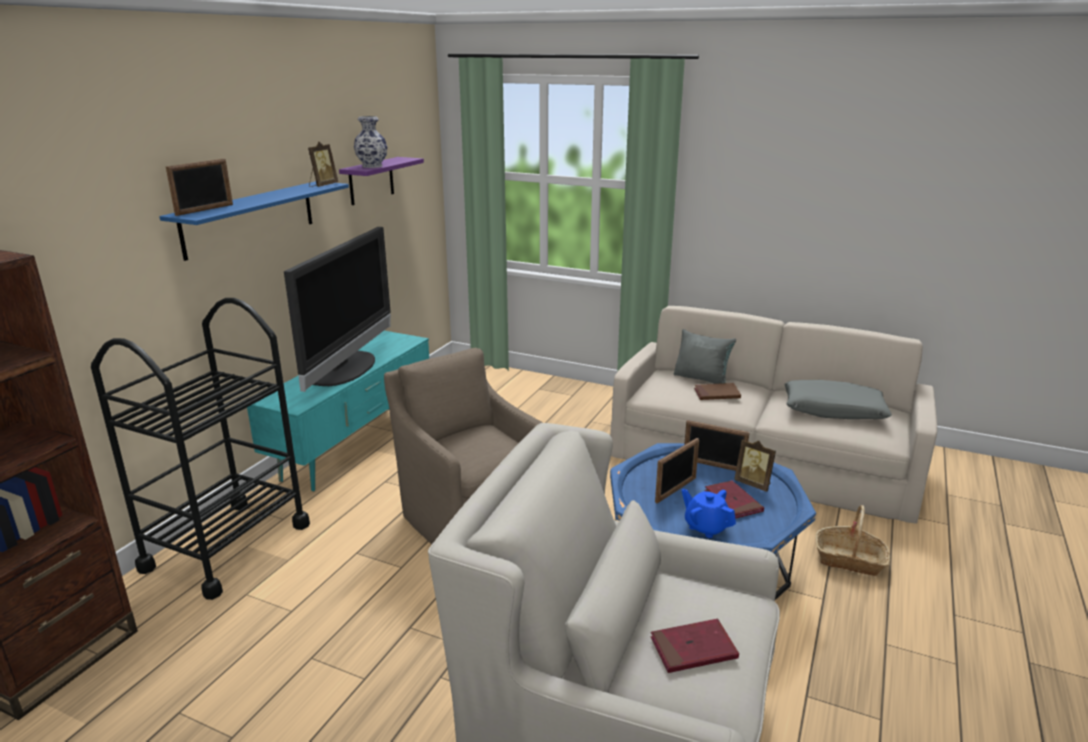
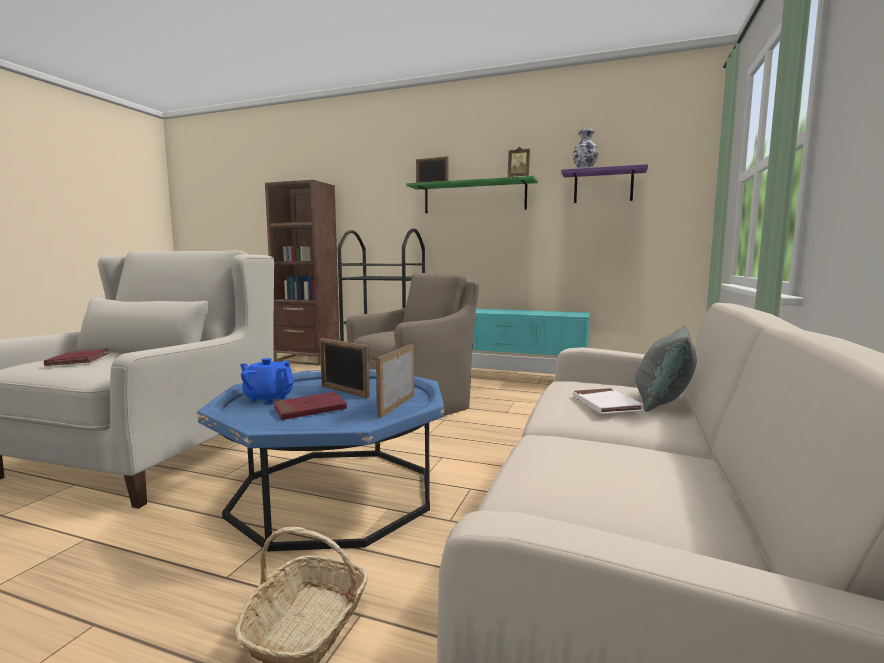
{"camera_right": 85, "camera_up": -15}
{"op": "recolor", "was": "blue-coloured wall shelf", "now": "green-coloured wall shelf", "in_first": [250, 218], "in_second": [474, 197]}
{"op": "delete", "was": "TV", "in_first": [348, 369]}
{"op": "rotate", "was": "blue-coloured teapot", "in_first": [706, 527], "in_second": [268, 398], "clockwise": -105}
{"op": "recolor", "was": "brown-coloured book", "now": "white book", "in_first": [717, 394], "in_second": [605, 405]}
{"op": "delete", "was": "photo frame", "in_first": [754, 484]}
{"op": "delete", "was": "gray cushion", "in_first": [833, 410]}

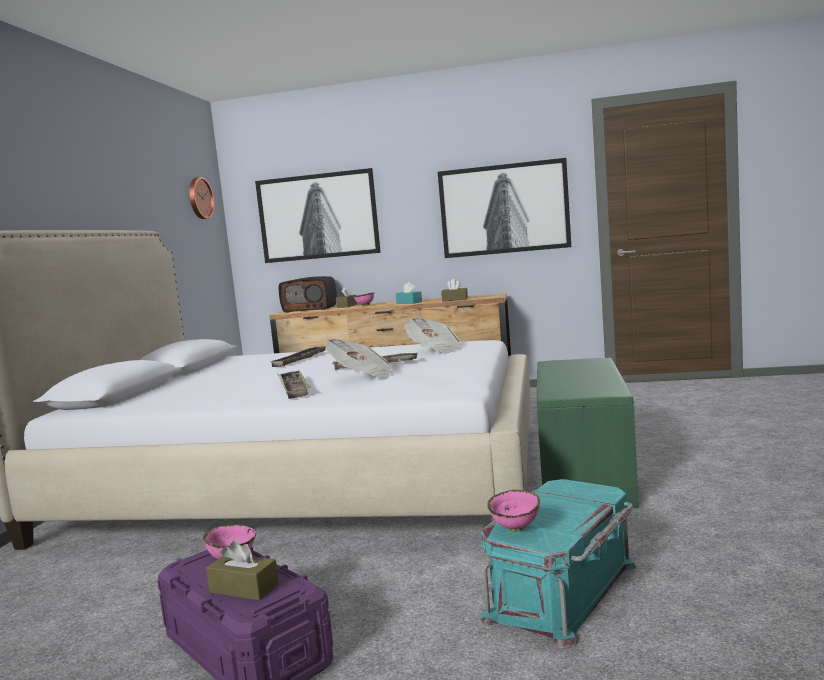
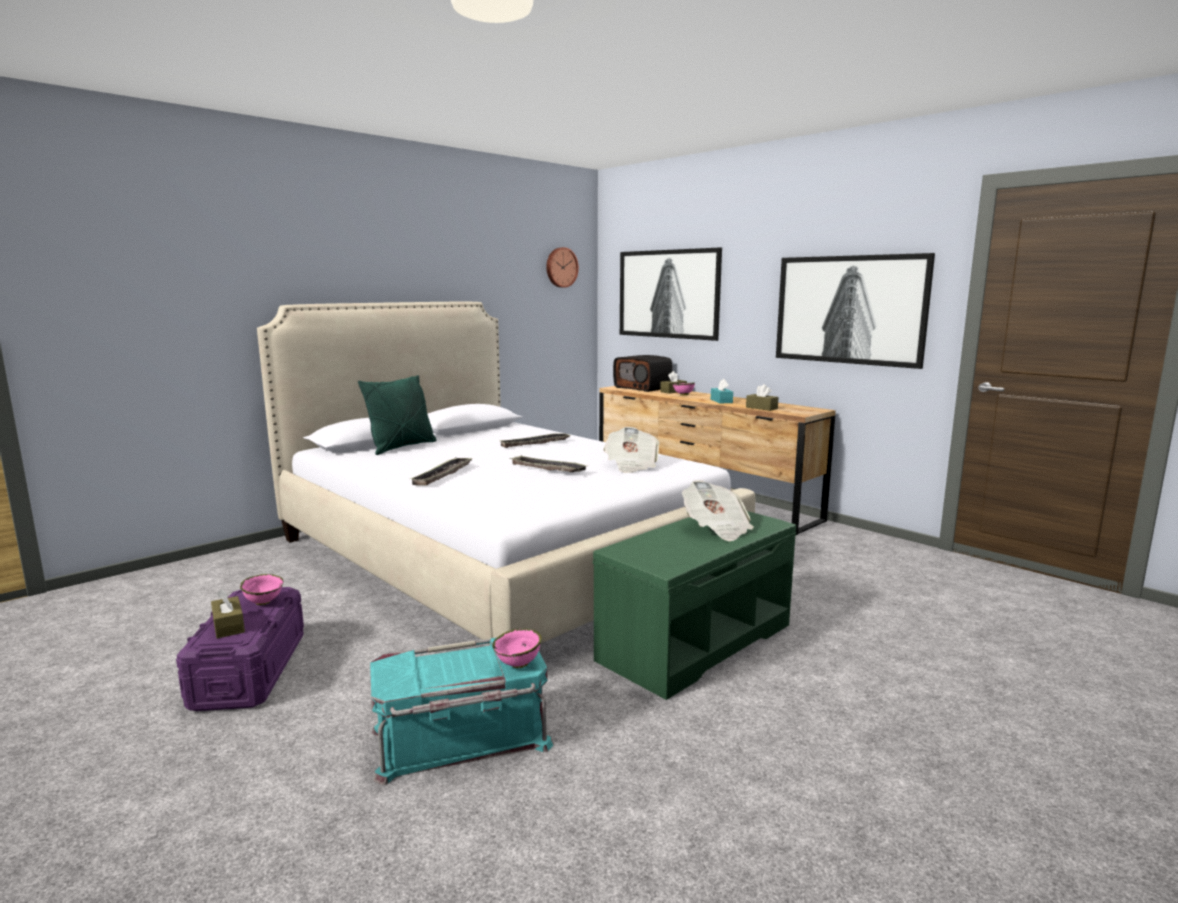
{"camera_right": 35, "camera_up": 5}
{"op": "move", "was": "printed paper", "in_first": [362, 376], "in_second": [716, 529]}
{"op": "move", "was": "pink-coloured serving bowl", "in_first": [516, 528], "in_second": [518, 665]}
{"op": "insert", "now": "green-coloured cushion", "in_second": [401, 447]}

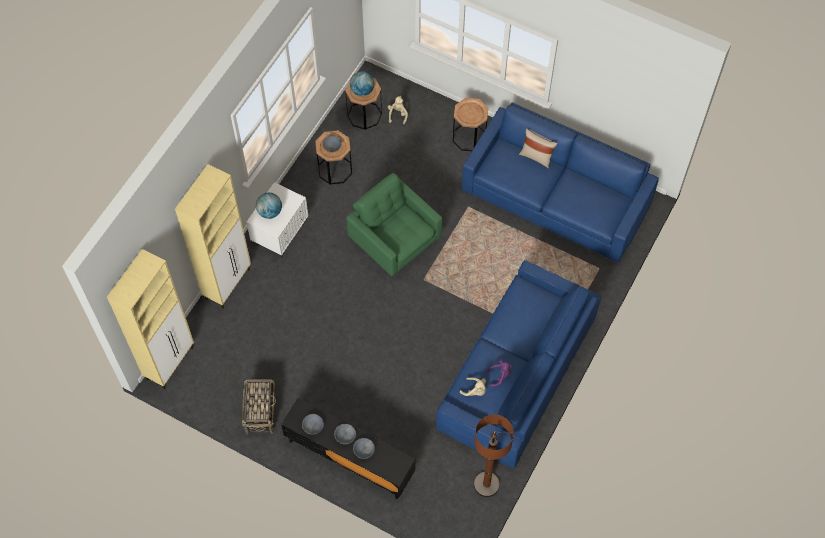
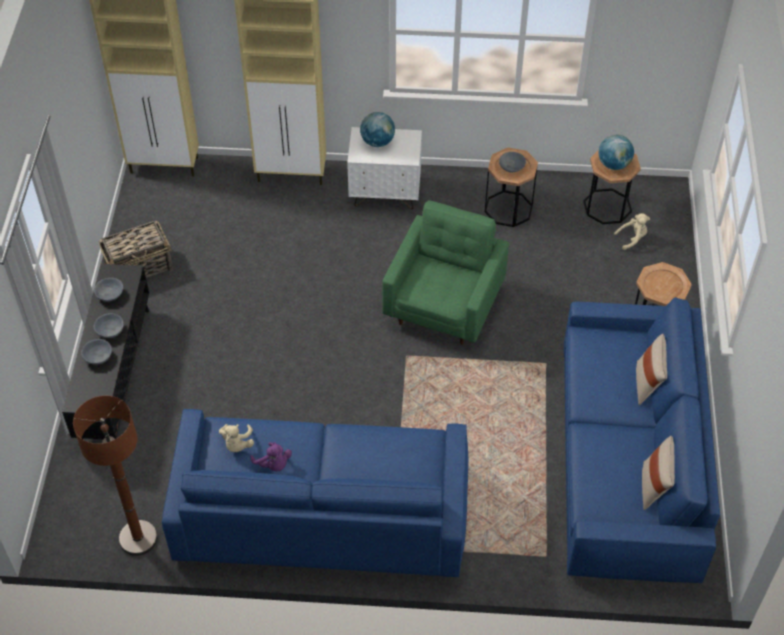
{"camera_right": 65, "camera_up": -10}
{"op": "insert", "now": "beige cushion", "in_second": [654, 487]}

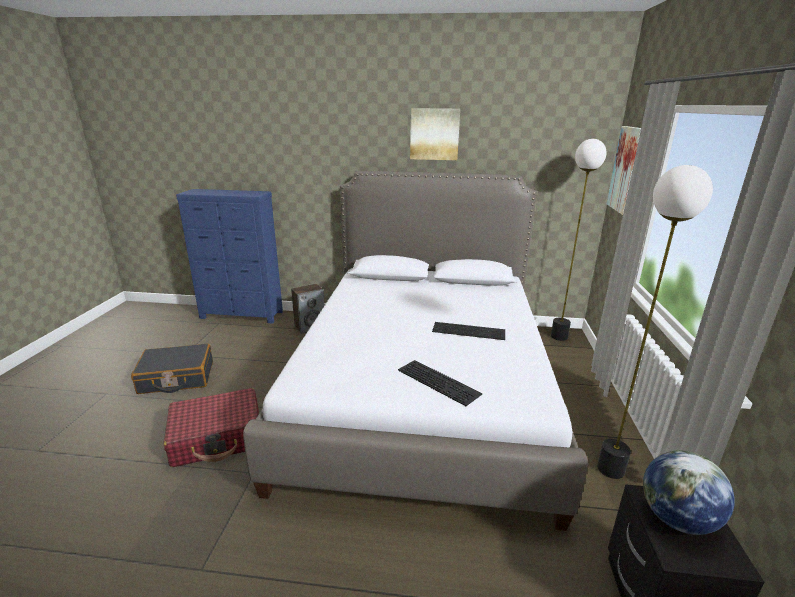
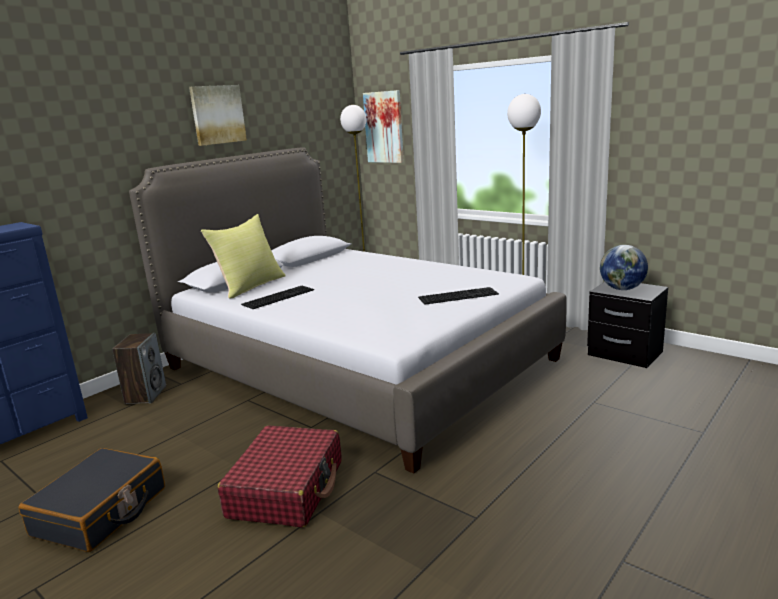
{"camera_right": -55, "camera_up": -5}
{"op": "move", "was": "keyboard", "in_first": [469, 330], "in_second": [278, 296]}
{"op": "insert", "now": "yellow-coloured cushion", "in_second": [250, 286]}

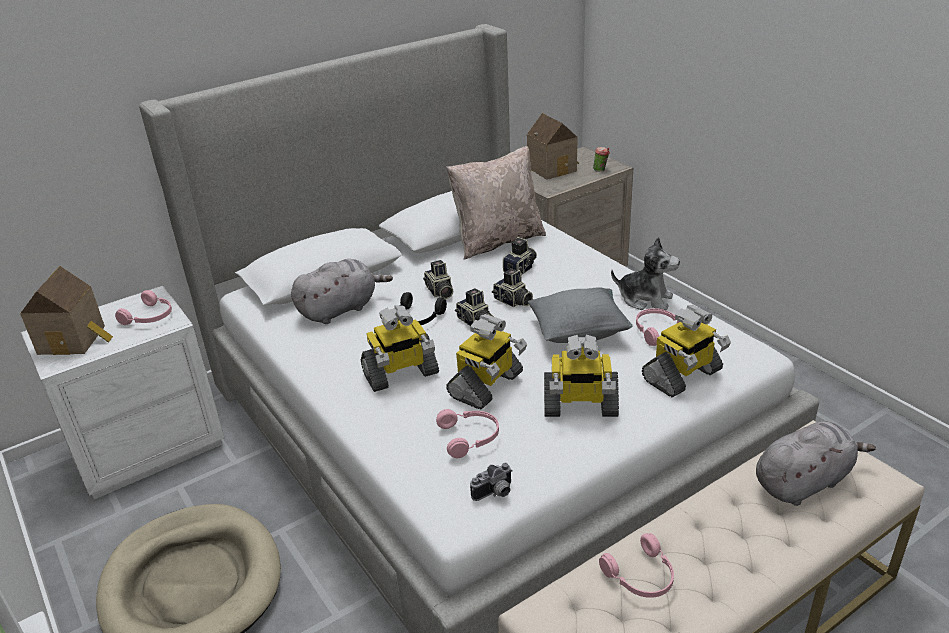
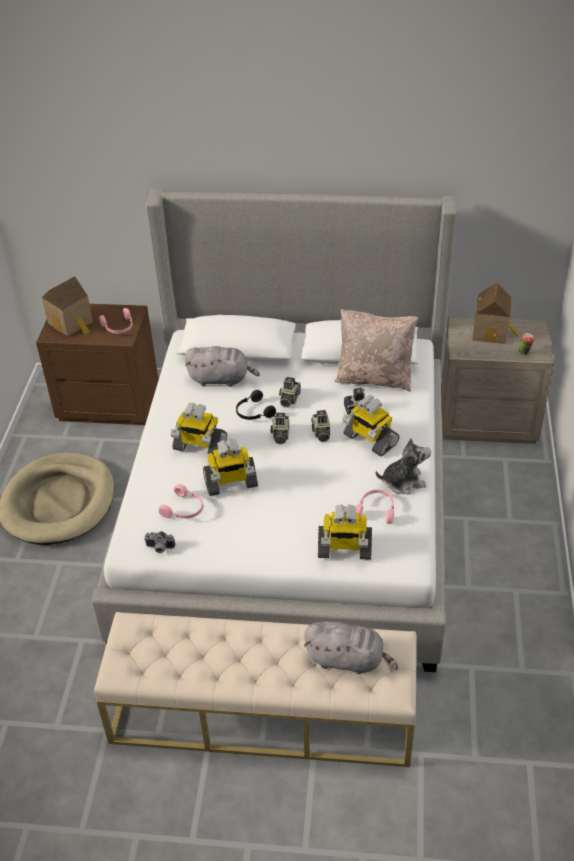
{"camera_right": 40, "camera_up": 10}
{"op": "recolor", "was": "white night table", "now": "brown-coloured night table", "in_first": [147, 447], "in_second": [109, 402]}
{"op": "delete", "was": "gray cushion", "in_first": [579, 333]}
{"op": "move", "was": "robot figure", "in_first": [579, 406], "in_second": [370, 439]}
{"op": "delete", "was": "pink-coloured headset", "in_first": [641, 577]}
{"op": "rotate", "was": "soft toy", "in_first": [645, 299], "in_second": [403, 482], "clockwise": -75}

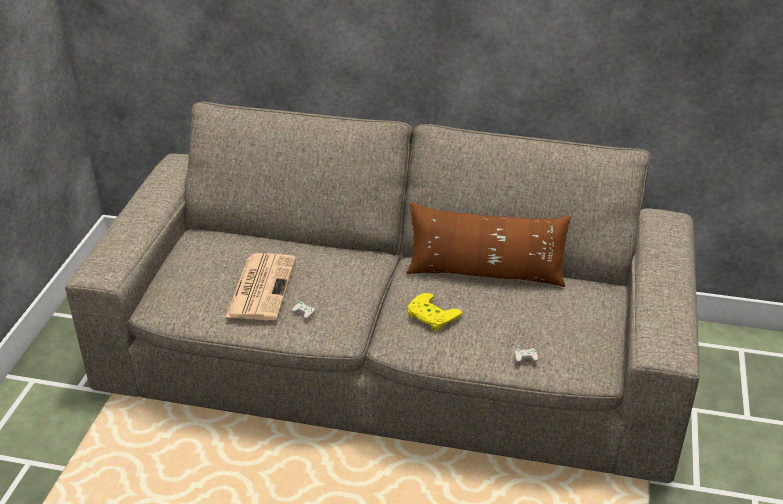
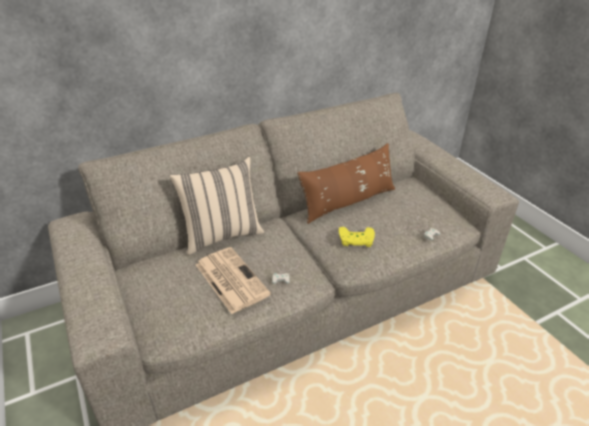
{"camera_right": -40, "camera_up": 0}
{"op": "insert", "now": "beige cushion", "in_second": [222, 235]}

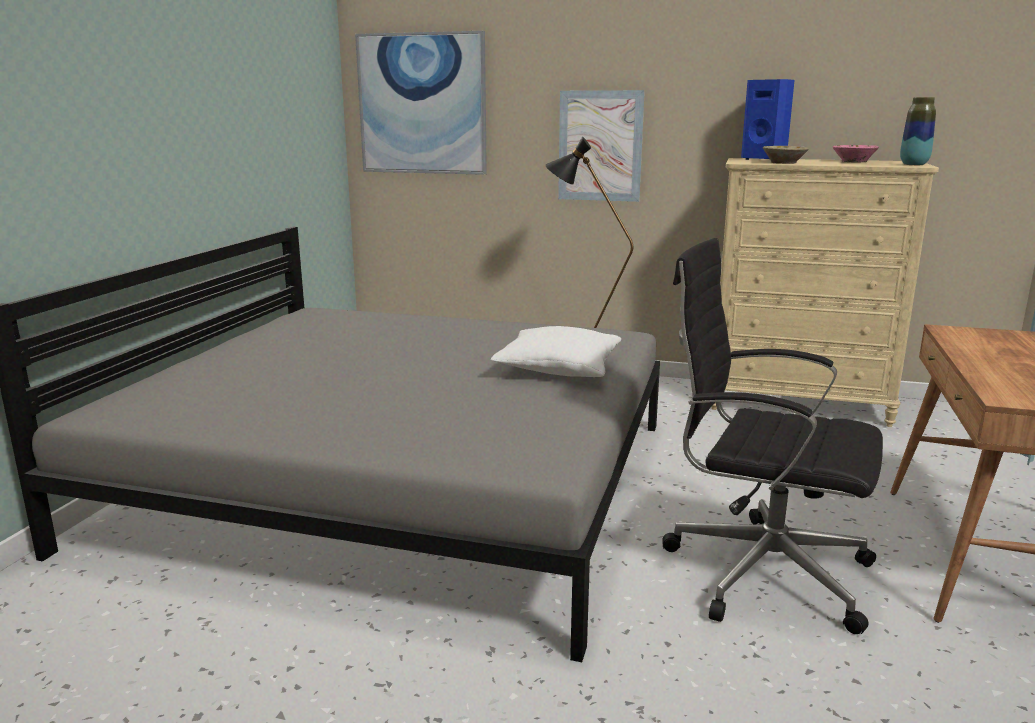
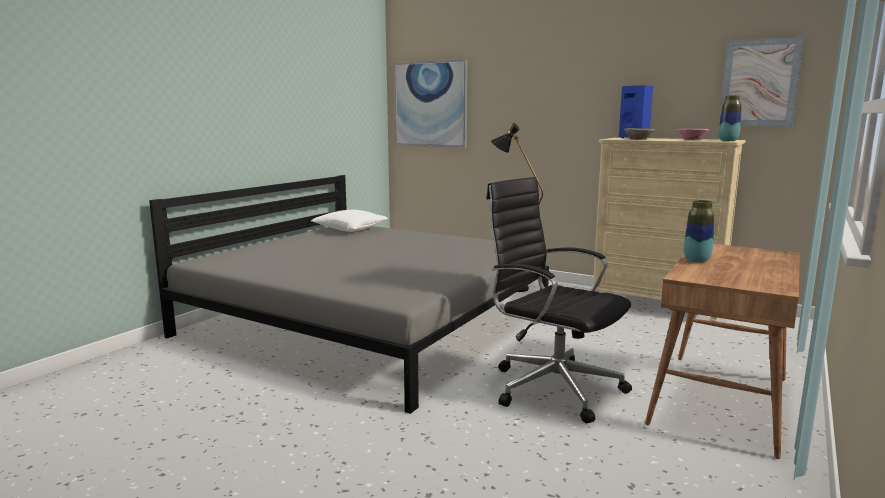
{"camera_right": 15, "camera_up": -5}
{"op": "move", "was": "white cushion", "in_first": [558, 369], "in_second": [350, 230]}
{"op": "move", "was": "wall picture", "in_first": [600, 146], "in_second": [759, 83]}
{"op": "insert", "now": "decorative vase", "in_second": [696, 260]}

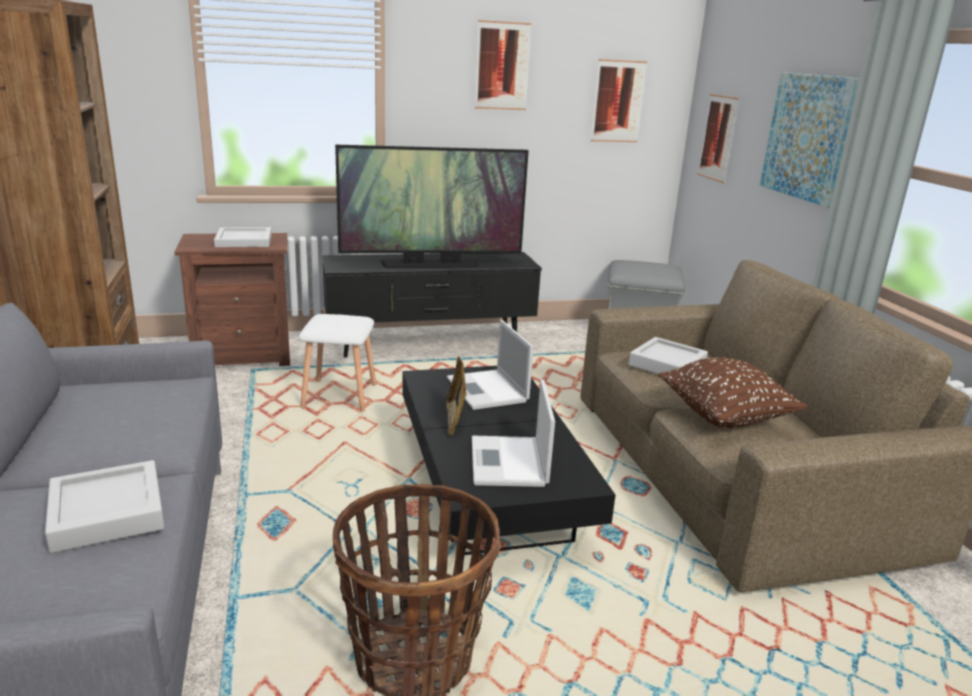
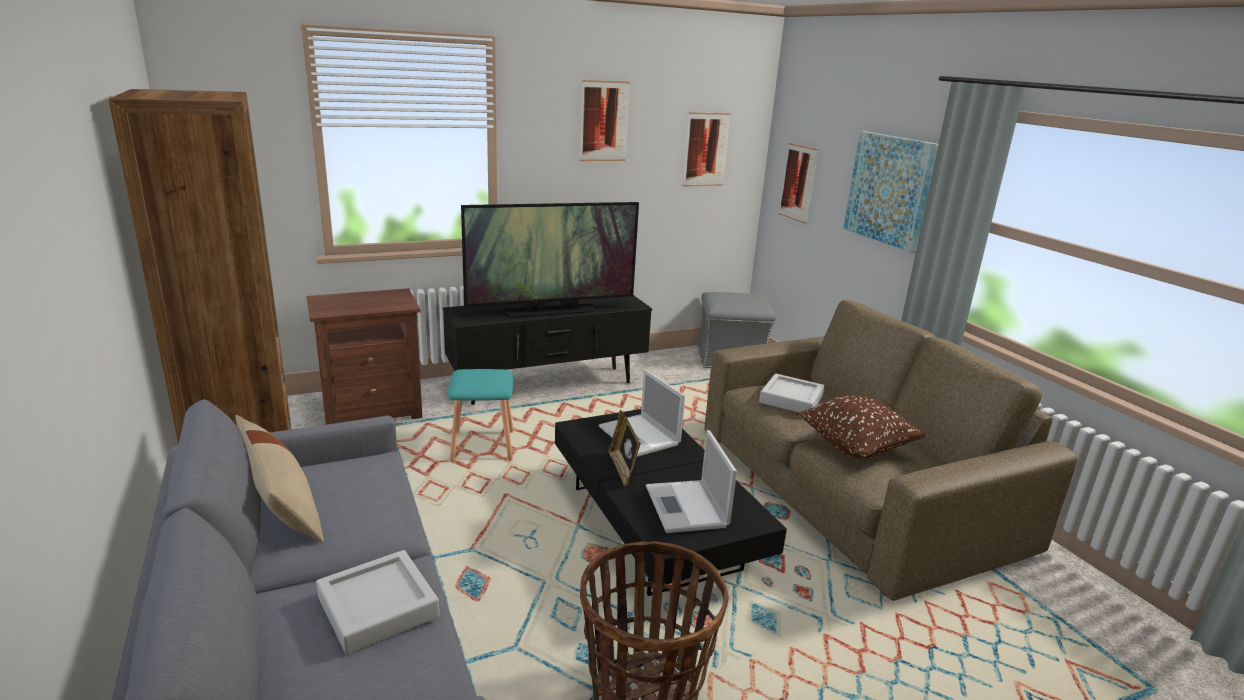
{"camera_right": -10, "camera_up": 0}
{"op": "delete", "was": "white carrying tray", "in_first": [243, 240]}
{"op": "recolor", "was": "white sitting stool", "now": "turquoise-coloured sitting stool", "in_first": [340, 397], "in_second": [483, 447]}
{"op": "insert", "now": "beige cushion", "in_second": [282, 504]}

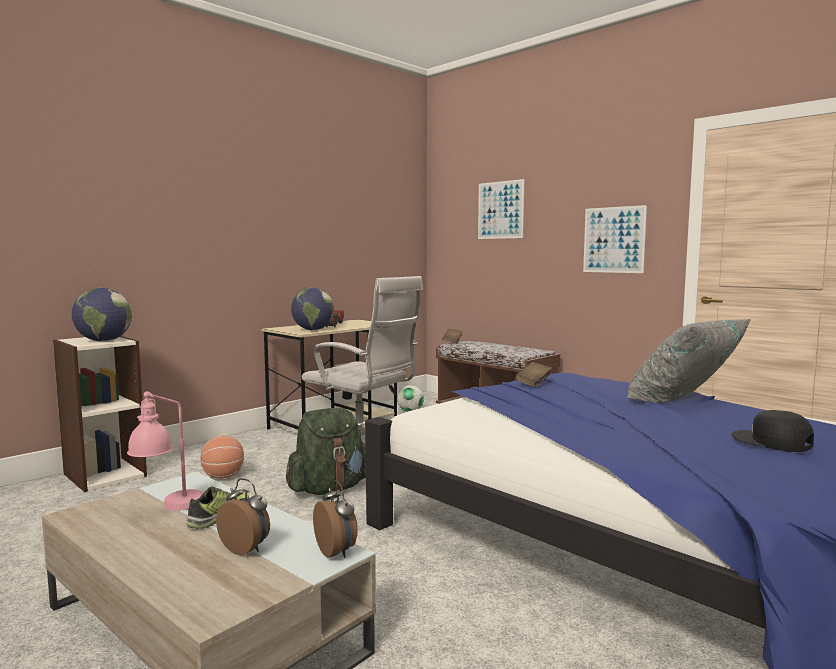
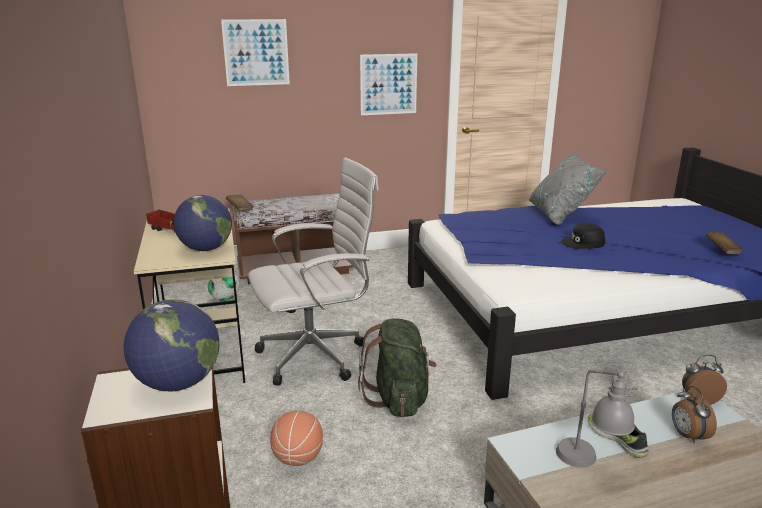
{"camera_right": -60, "camera_up": 15}
{"op": "recolor", "was": "pink-coloured tabletop lamp", "now": "gray tabletop lamp", "in_first": [170, 508], "in_second": [590, 464]}
{"op": "rotate", "was": "bedside clock", "in_first": [246, 549], "in_second": [687, 435], "clockwise": -75}
{"op": "move", "was": "brown-coloured book", "in_first": [533, 383], "in_second": [722, 250]}
{"op": "move", "was": "black peaked cap", "in_first": [771, 441], "in_second": [583, 243]}

